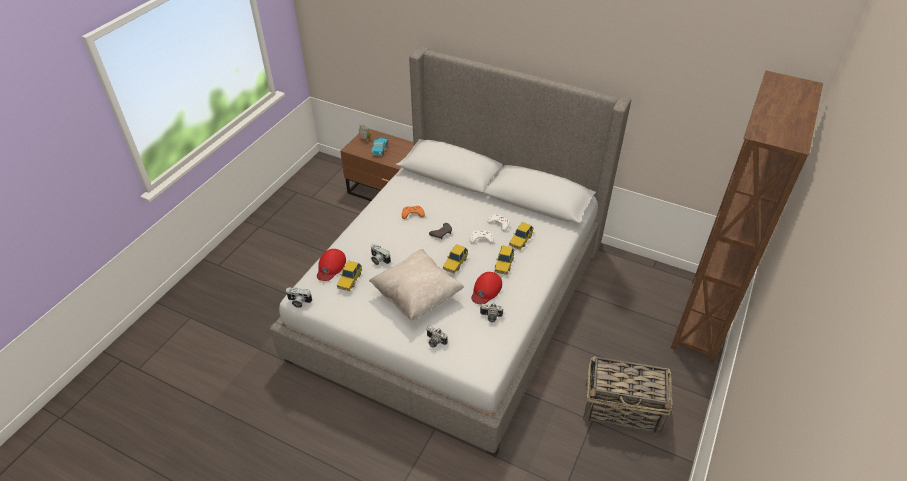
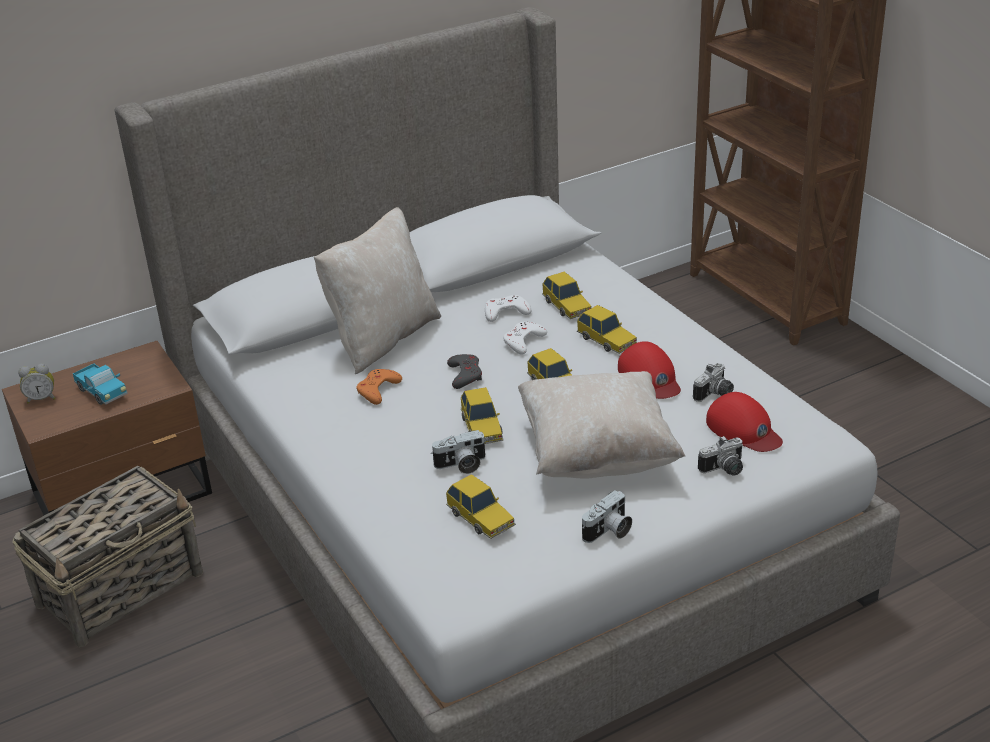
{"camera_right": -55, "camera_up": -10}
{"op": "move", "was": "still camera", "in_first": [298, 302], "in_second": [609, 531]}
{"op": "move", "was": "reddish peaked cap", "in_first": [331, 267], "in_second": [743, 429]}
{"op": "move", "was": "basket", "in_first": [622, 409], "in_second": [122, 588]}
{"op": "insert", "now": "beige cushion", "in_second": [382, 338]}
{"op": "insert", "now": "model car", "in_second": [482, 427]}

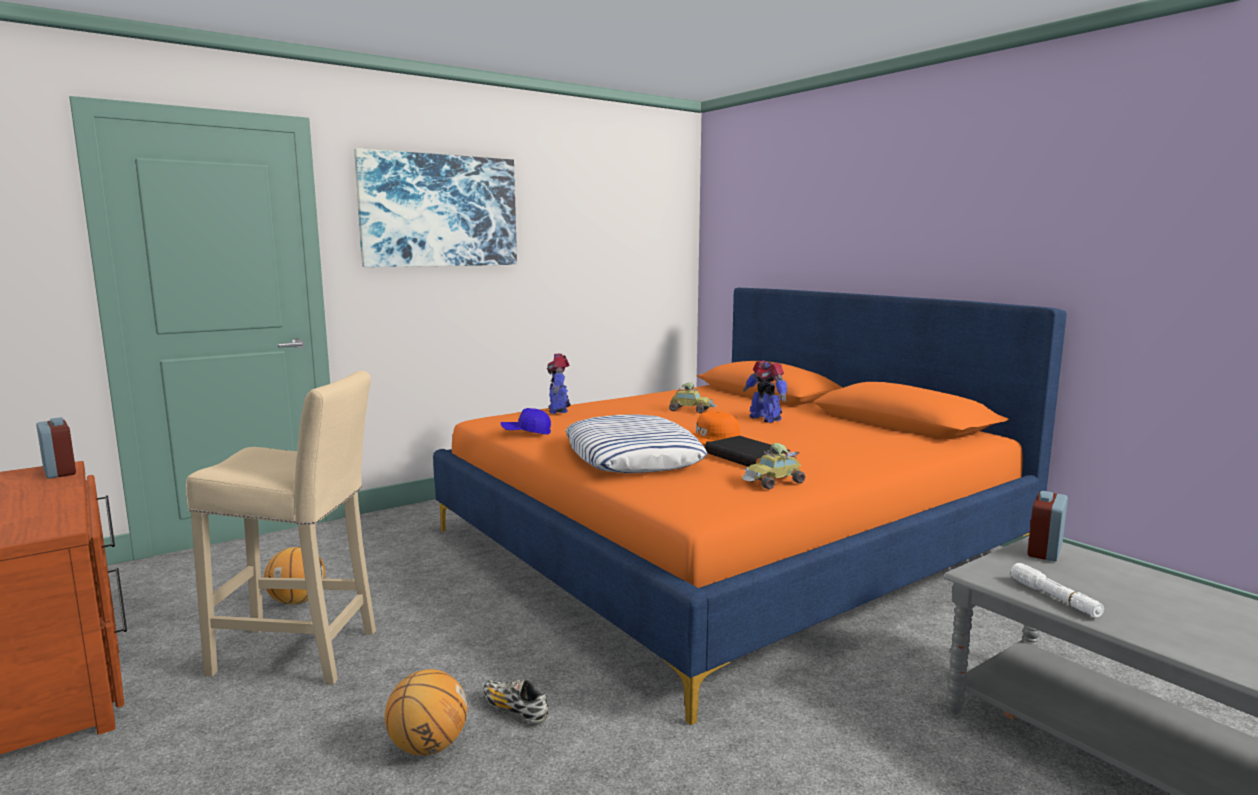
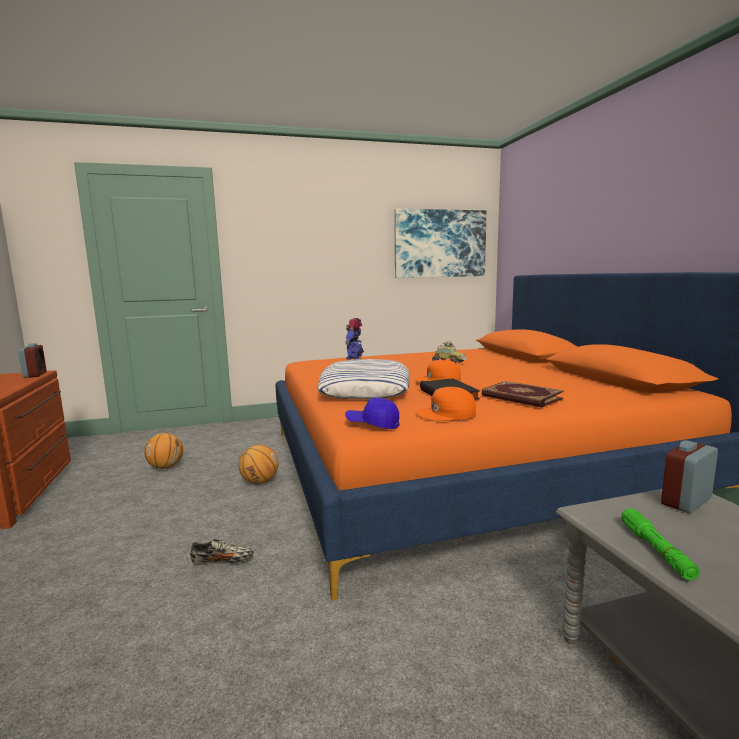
{"camera_right": 20, "camera_up": 0}
{"op": "delete", "was": "beige sitting stool", "in_first": [302, 654]}
{"op": "move", "was": "wall picture", "in_first": [439, 211], "in_second": [440, 244]}
{"op": "move", "was": "basketball", "in_first": [428, 747], "in_second": [259, 482]}
{"op": "rotate", "was": "shoe", "in_first": [514, 710], "in_second": [222, 561], "clockwise": 120}
{"op": "move", "was": "blue-coloured peaked cap", "in_first": [526, 433], "in_second": [373, 424]}
{"op": "replace", "was": "model car", "now": "orangey peaked cap", "in_first": [774, 482], "in_second": [447, 414]}
{"op": "delete", "was": "robot figure", "in_first": [765, 418]}
{"op": "recolor", "was": "white hand torch", "now": "green-coloured hand torch", "in_first": [1054, 598], "in_second": [656, 550]}
{"op": "insert", "now": "book", "in_second": [521, 397]}

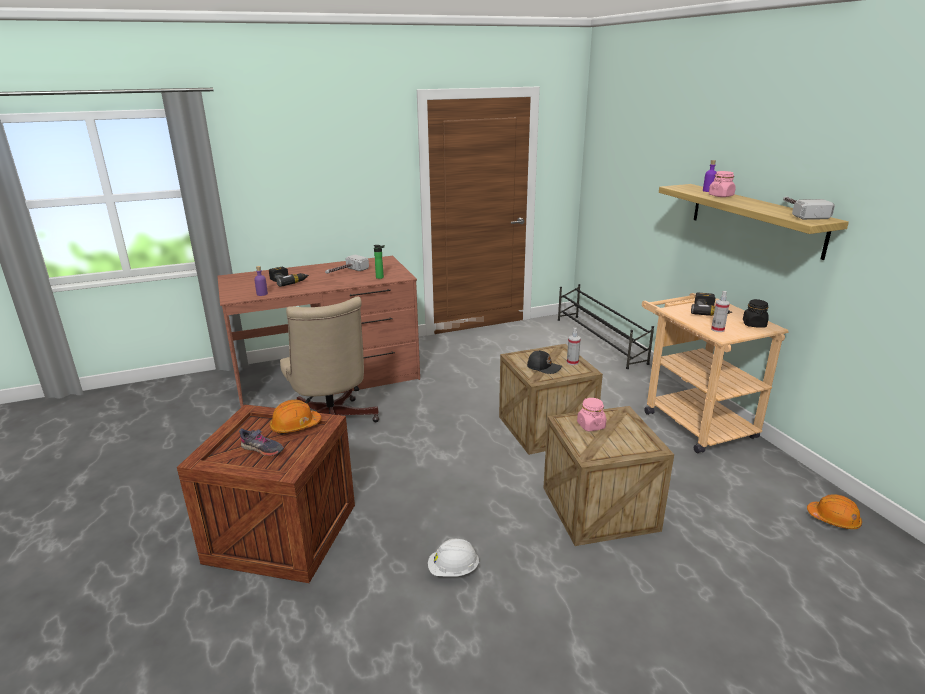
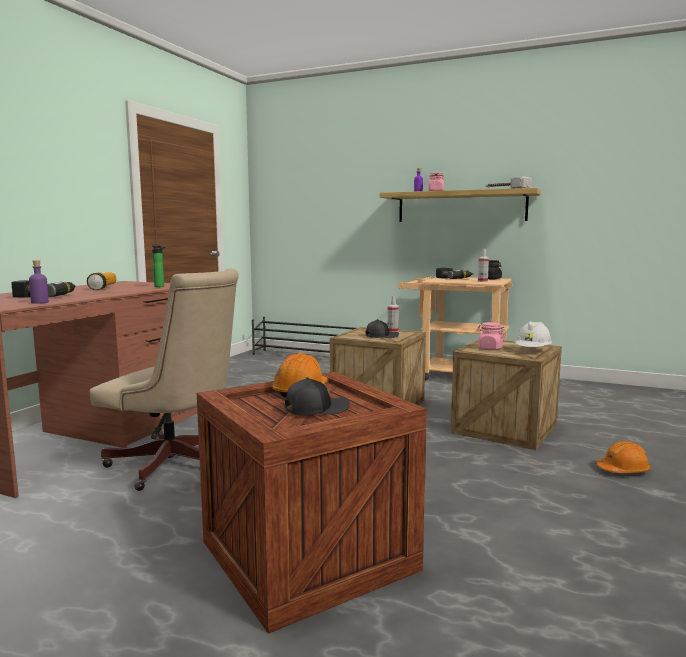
{"camera_right": -45, "camera_up": -15}
{"op": "replace", "was": "gray shoe", "now": "black peaked cap", "in_first": [262, 449], "in_second": [316, 409]}
{"op": "replace", "was": "hammer", "now": "hand torch", "in_first": [345, 272], "in_second": [103, 288]}
{"op": "move", "was": "white hard hat", "in_first": [453, 570], "in_second": [532, 351]}
{"op": "move", "was": "orangey hard hat", "in_first": [833, 519], "in_second": [623, 470]}

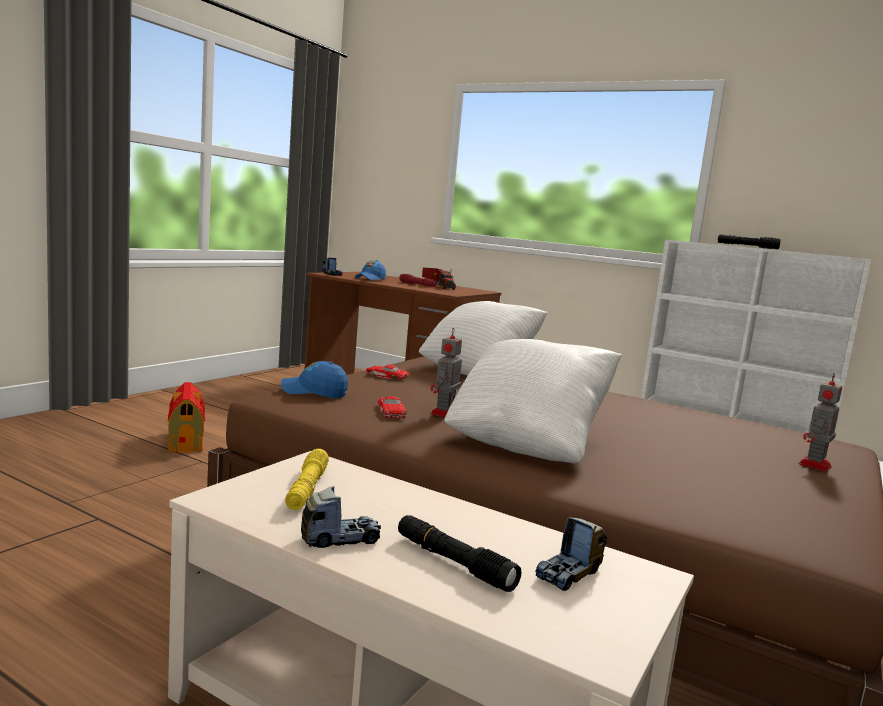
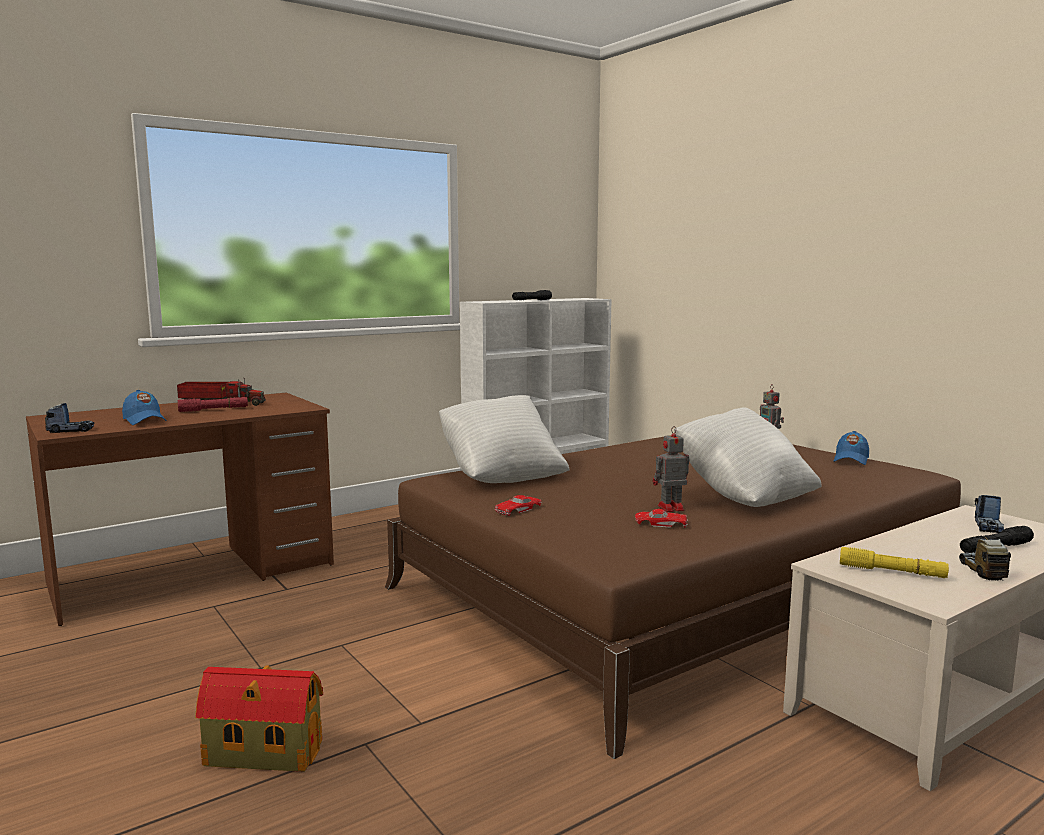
{"camera_right": -65, "camera_up": 0}
{"op": "move", "was": "blue-coloured peaked cap", "in_first": [314, 392], "in_second": [851, 460]}
{"op": "rotate", "was": "robot figure", "in_first": [444, 414], "in_second": [669, 508], "clockwise": 120}
{"op": "rotate", "was": "model truck", "in_first": [569, 574], "in_second": [988, 527], "clockwise": 45}

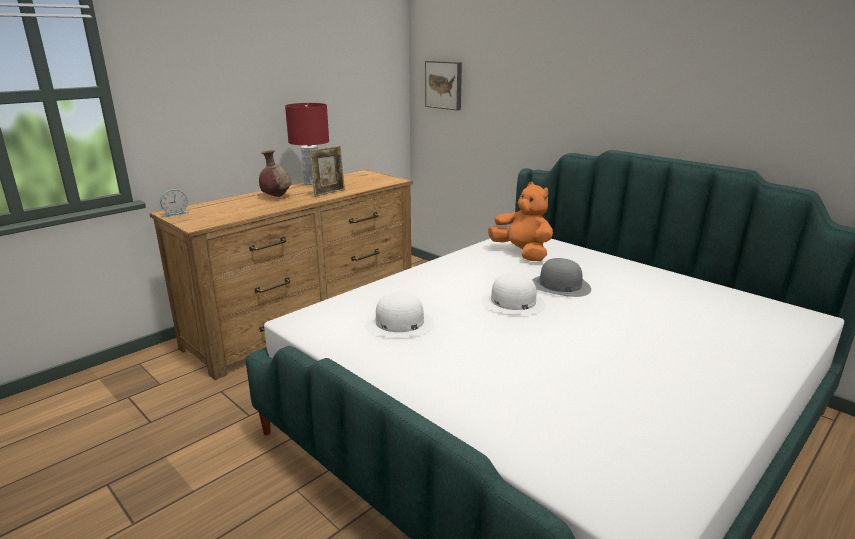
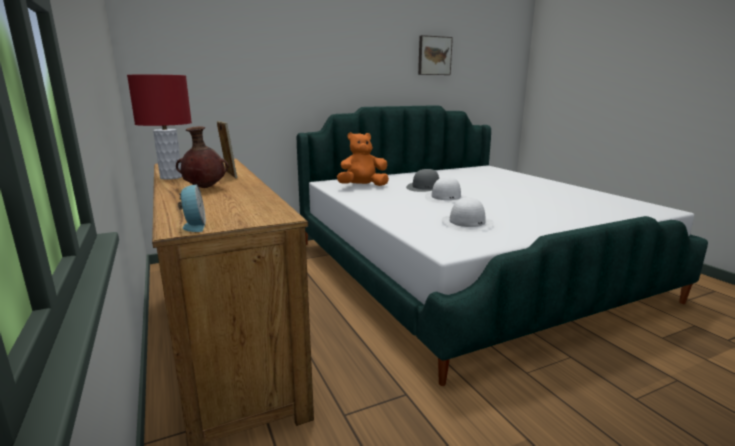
{"camera_right": -70, "camera_up": -5}
{"op": "move", "was": "wall picture", "in_first": [444, 85], "in_second": [434, 56]}

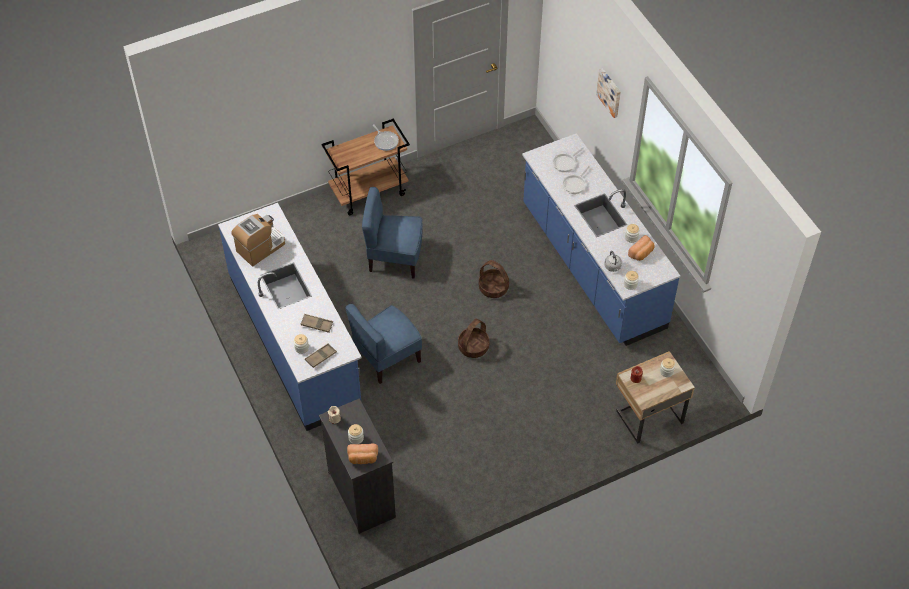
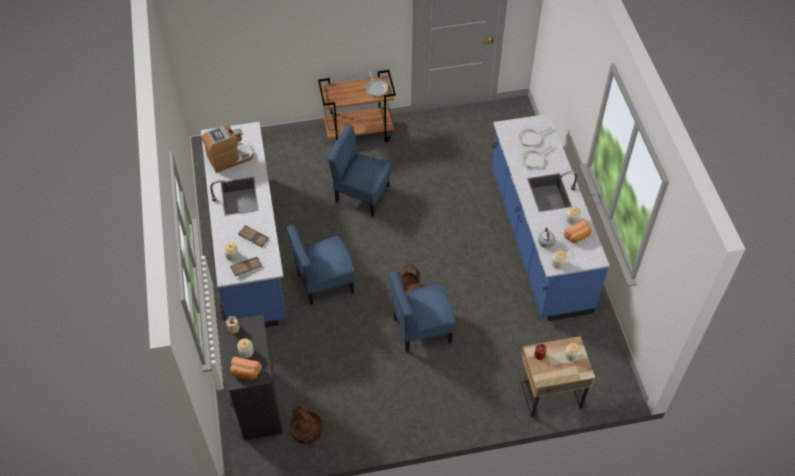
{"camera_right": 15, "camera_up": 0}
{"op": "move", "was": "basket", "in_first": [494, 287], "in_second": [307, 430]}
{"op": "delete", "was": "wall picture", "in_first": [610, 92]}
{"op": "insert", "now": "blue-coloured plain chair", "in_second": [421, 330]}

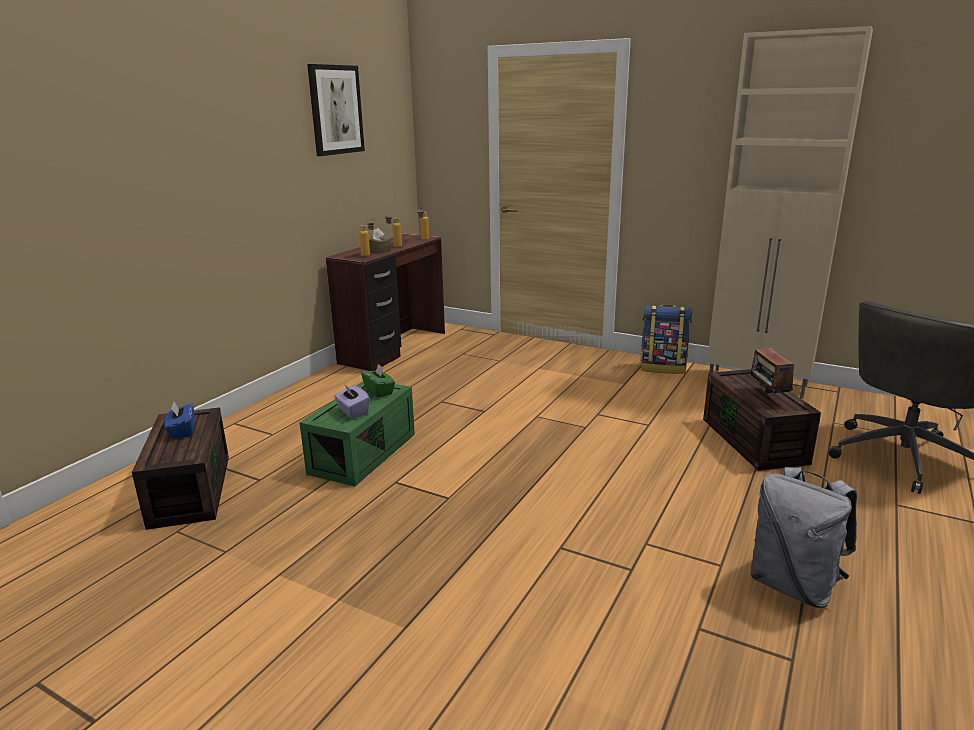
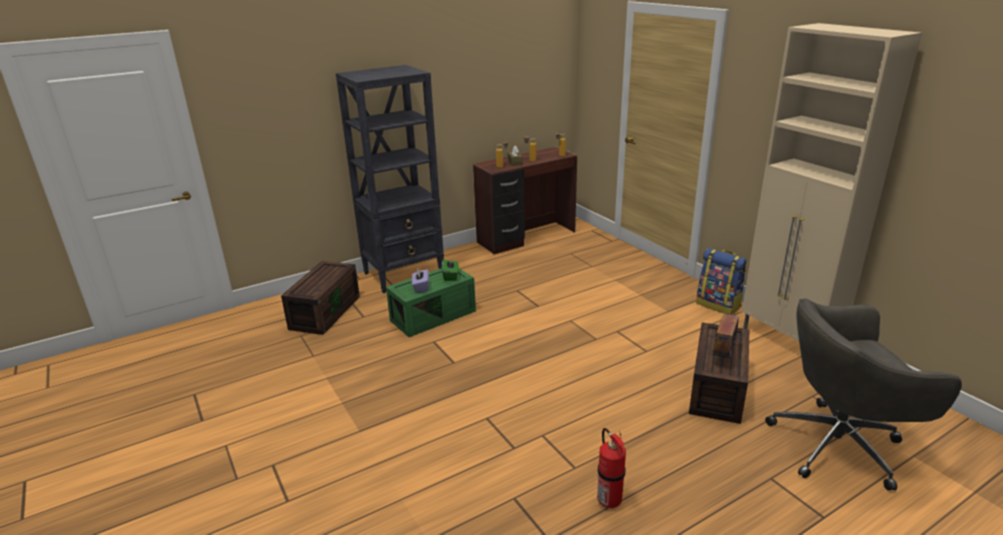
{"camera_right": 30, "camera_up": 5}
{"op": "delete", "was": "blue-coloured box of tissues", "in_first": [182, 431]}
{"op": "delete", "was": "wall picture", "in_first": [335, 110]}
{"op": "replace", "was": "gray knapsack", "now": "fire extinguisher", "in_first": [793, 585], "in_second": [607, 499]}
{"op": "insert", "now": "black shelving unit", "in_second": [404, 274]}

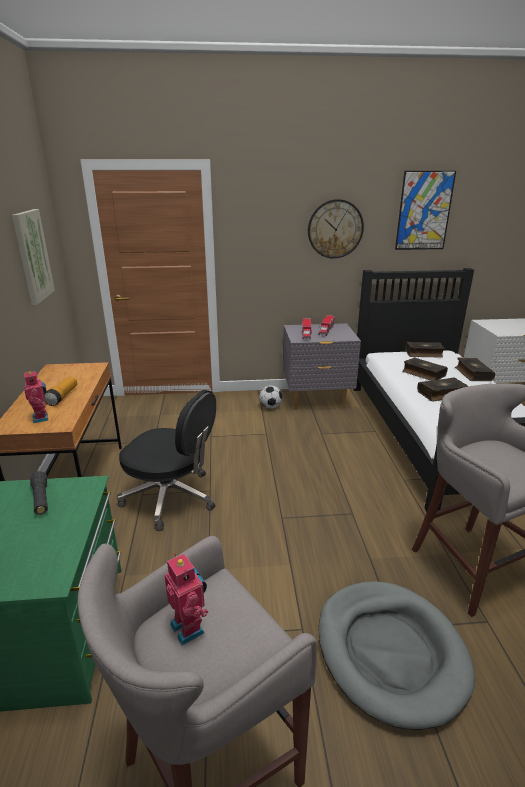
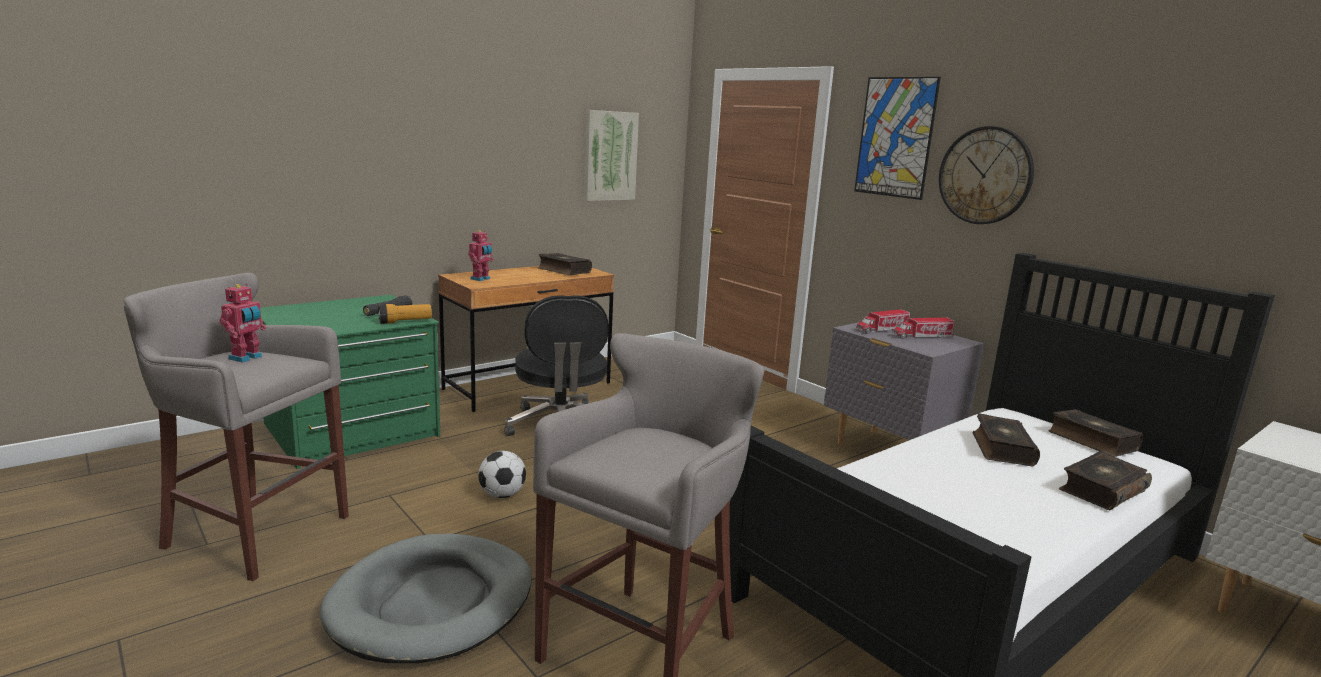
{"camera_right": 55, "camera_up": -10}
{"op": "move", "was": "hand torch", "in_first": [63, 397], "in_second": [405, 322]}
{"op": "move", "was": "ball for football", "in_first": [270, 407], "in_second": [502, 495]}
{"op": "move", "was": "wall picture", "in_first": [424, 211], "in_second": [895, 137]}
{"op": "move", "was": "book", "in_first": [441, 394], "in_second": [563, 271]}

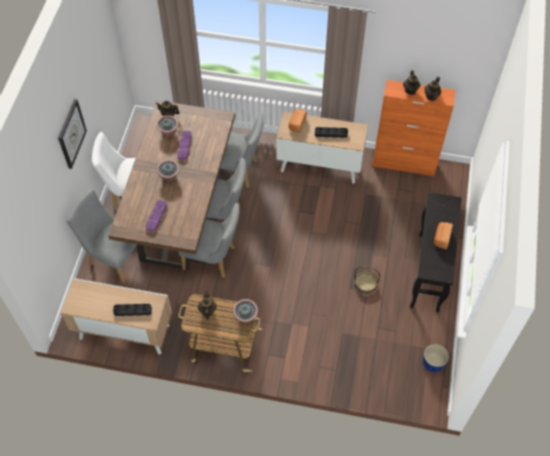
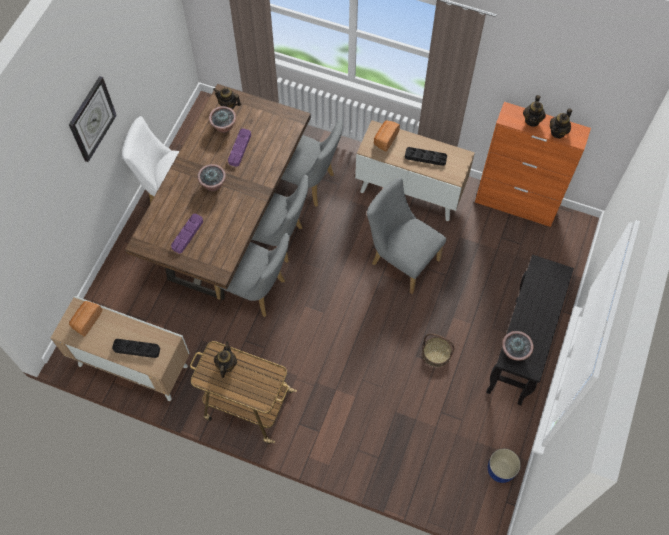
{"camera_right": 10, "camera_up": 5}
{"op": "move", "was": "gray plain chair", "in_first": [113, 257], "in_second": [401, 259]}
{"op": "move", "was": "houseplant", "in_first": [246, 316], "in_second": [514, 352]}
{"op": "move", "was": "bread", "in_first": [441, 238], "in_second": [86, 320]}

